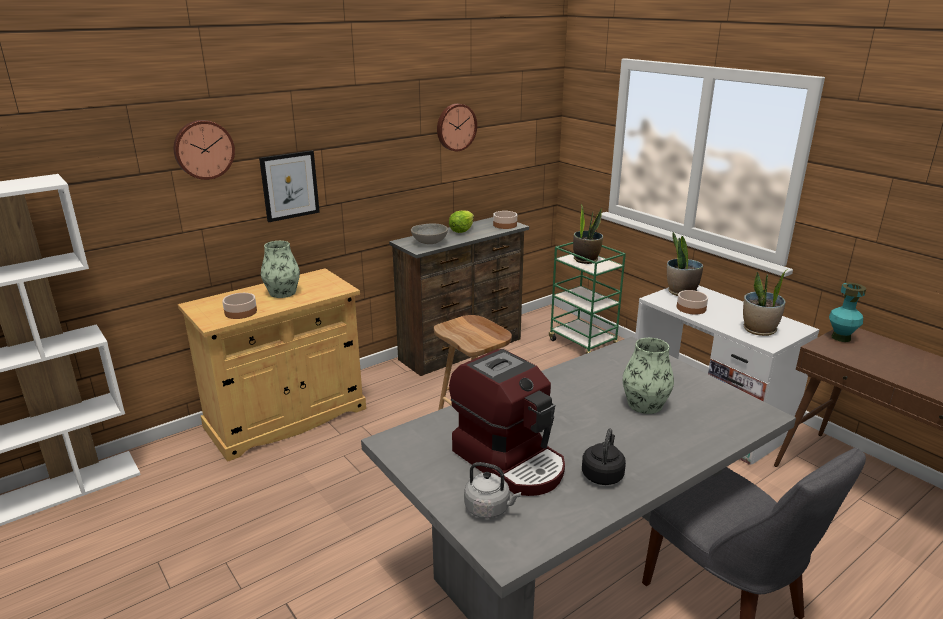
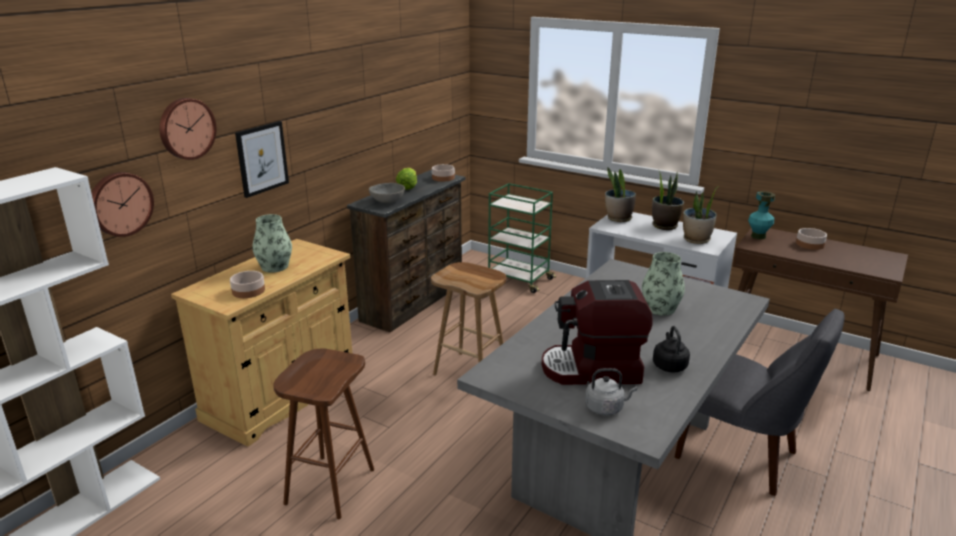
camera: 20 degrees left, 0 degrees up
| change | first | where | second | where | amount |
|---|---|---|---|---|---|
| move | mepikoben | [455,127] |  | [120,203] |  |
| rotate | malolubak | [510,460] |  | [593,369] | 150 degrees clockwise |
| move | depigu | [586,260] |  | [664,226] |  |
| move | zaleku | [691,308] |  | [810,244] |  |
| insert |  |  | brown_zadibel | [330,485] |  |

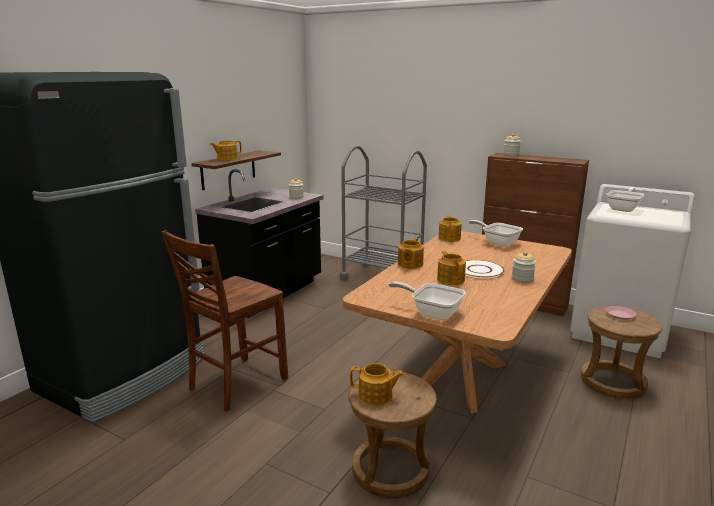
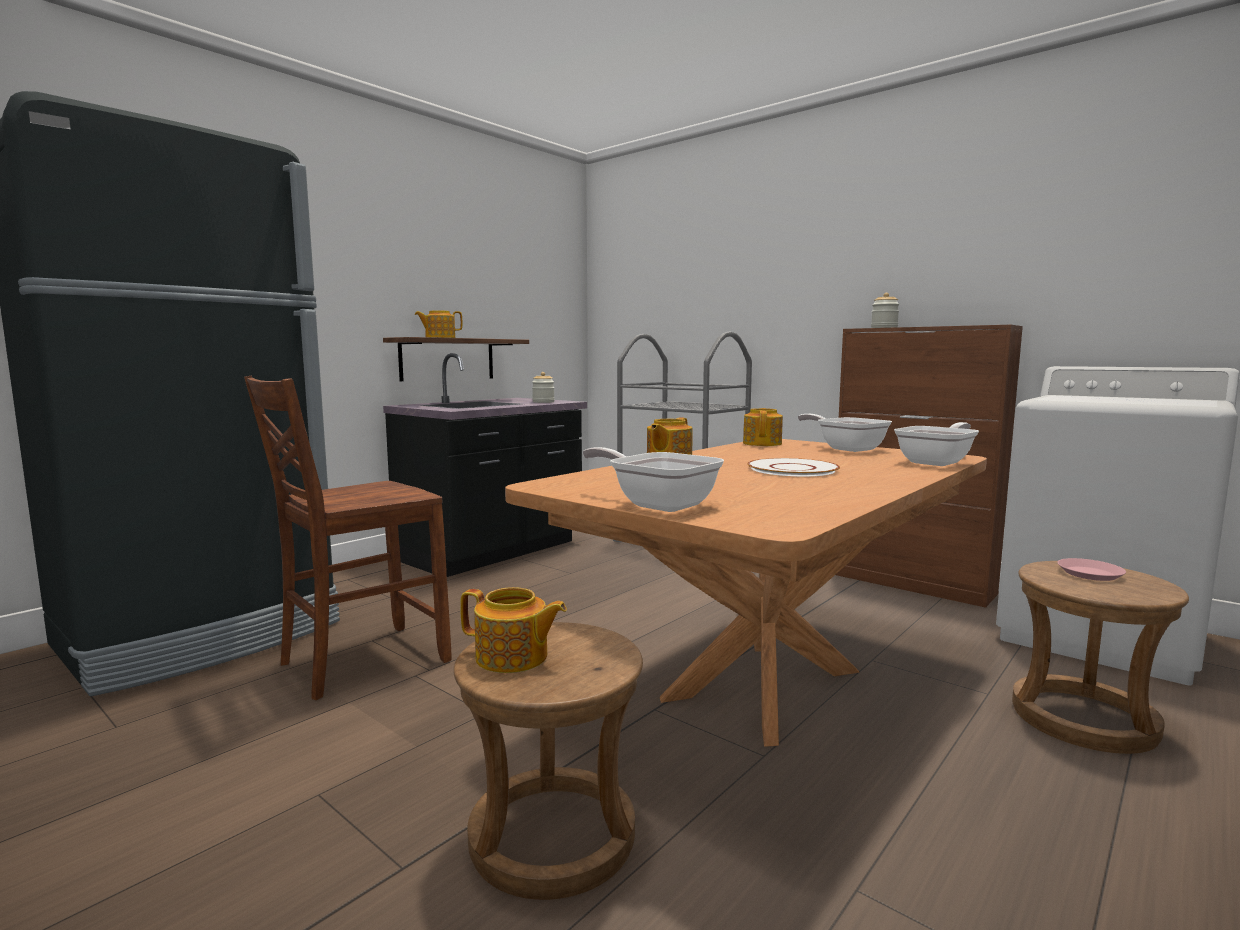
camera: 10 degrees right, 10 degrees down
| change | first | where | second | where | amount |
|---|---|---|---|---|---|
| delete | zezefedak | [451,279] |  |  |  |
| delete | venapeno | [522,279] |  |  |  |
| move | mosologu | [624,209] |  | [938,462] |  |

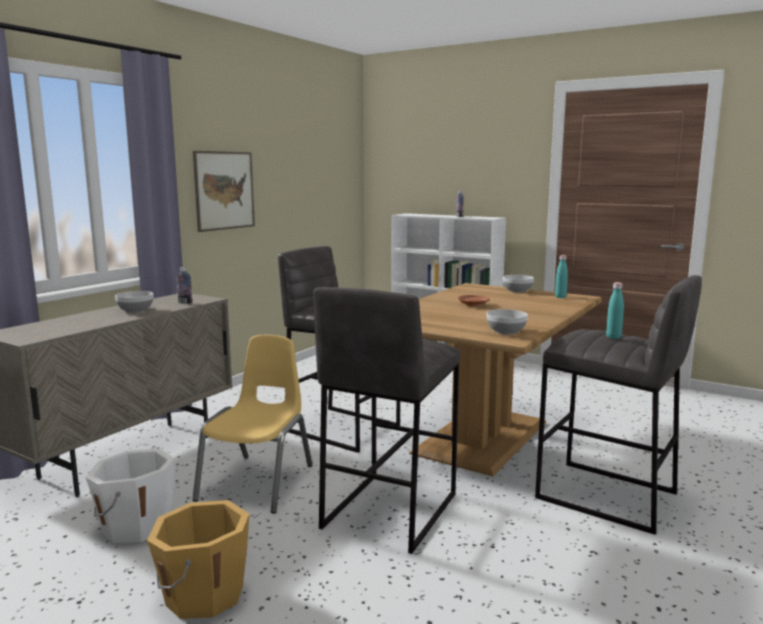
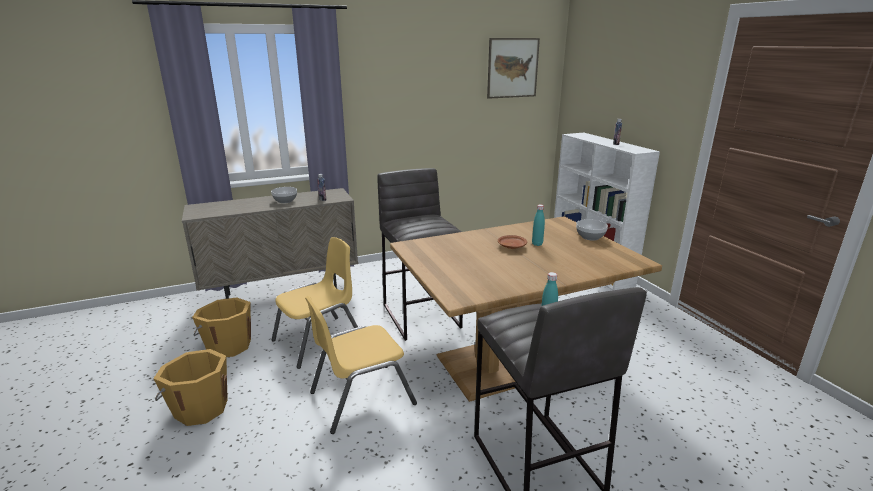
camera: 35 degrees right, 10 degrees up
| change | first | where | second | where | amount |
|---|---|---|---|---|---|
| recolor | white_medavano | [135,526] | orange_medavano | [229,346] |  |
| move | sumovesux | [224,190] |  | [513,68] |  |
| replace | grey_zadibel | [388,510] | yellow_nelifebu | [361,397] |  |
| delete | zaleku | [505,331] |  |  |  |
| move | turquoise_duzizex | [560,297] |  | [537,244] |  |

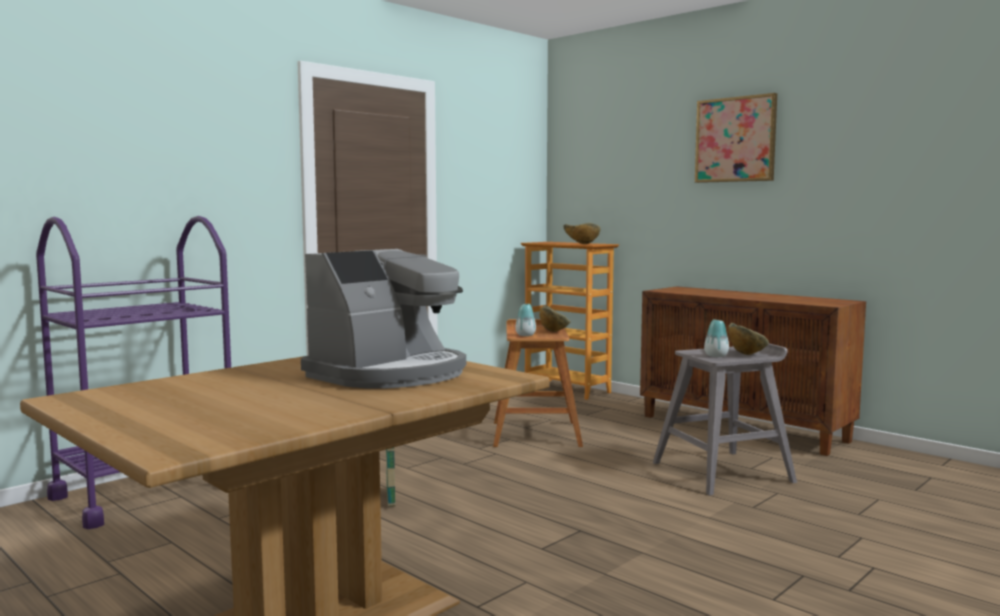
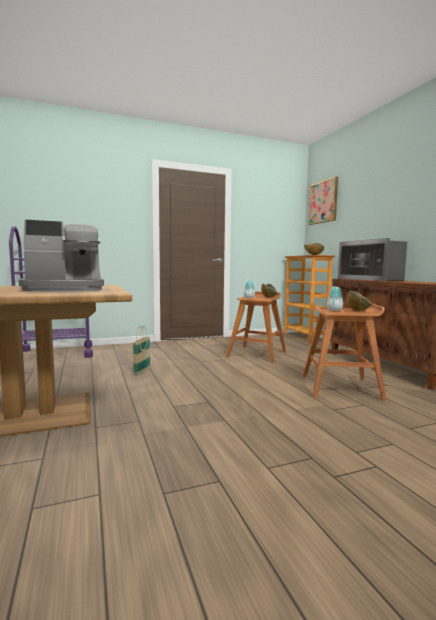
camera: 25 degrees right, 0 degrees up
| change | first | where | second | where | amount |
|---|---|---|---|---|---|
| recolor | grey_zadibel | [723,472] | brown_zadibel | [341,387] |  |
| move | sumovesux | [735,139] |  | [323,202] |  |
| insert |  |  | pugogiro | [371,279] |  |

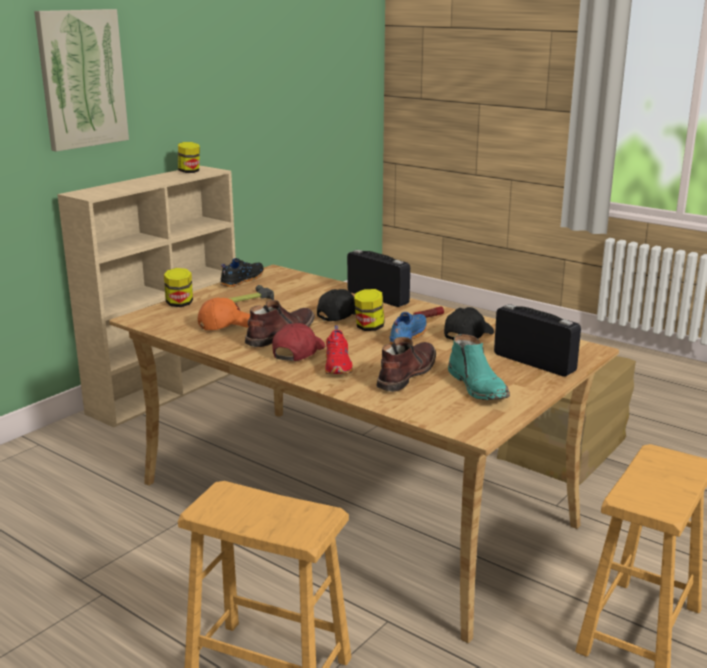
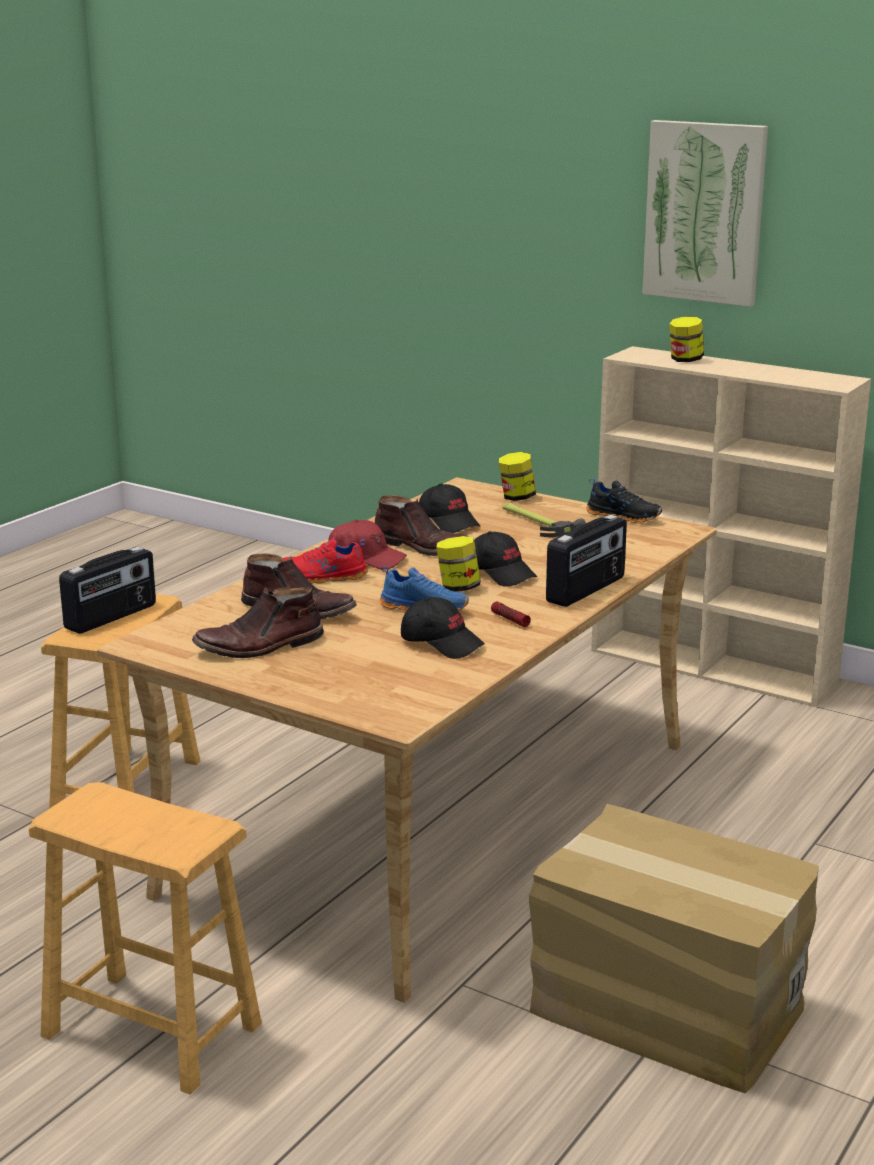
camera: 85 degrees right, 0 degrees up
| change | first | where | second | where | amount |
|---|---|---|---|---|---|
| move | venapeno | [189,172] |  | [685,360] |  |
| recolor | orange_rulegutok | [226,325] | black_rulegutok | [449,522] |  |
| recolor | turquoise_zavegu | [479,387] | brown_zavegu | [260,646] |  |
| move | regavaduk | [534,362] |  | [111,617] |  |

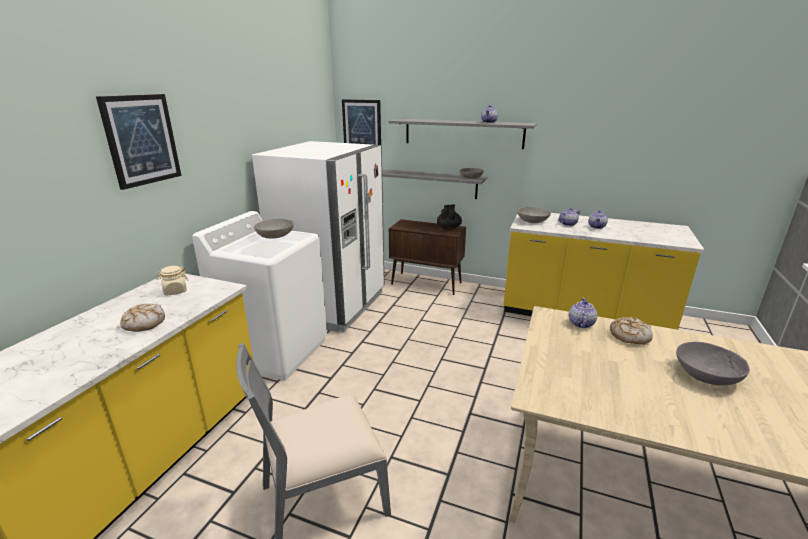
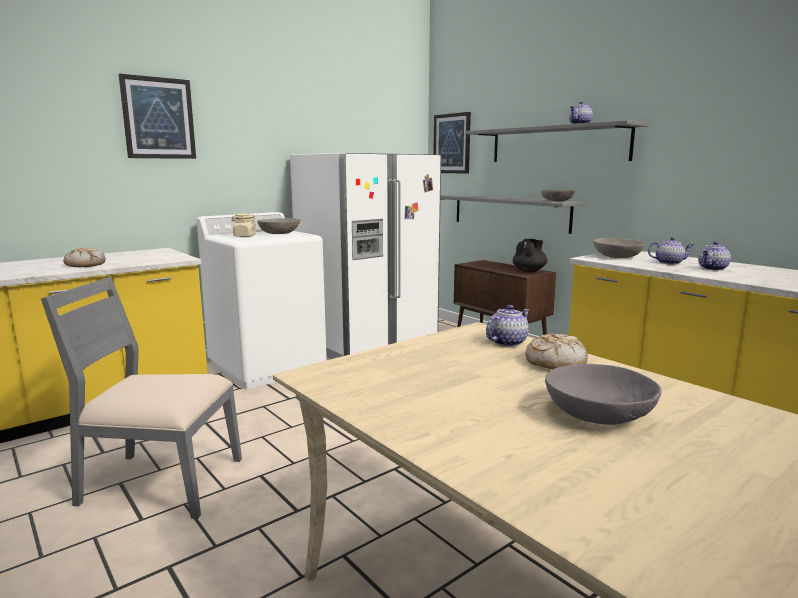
camera: 30 degrees right, 10 degrees down
| change | first | where | second | where | amount |
|---|---|---|---|---|---|
| move | beige_venapeno | [175,291] |  | [244,236] |  |

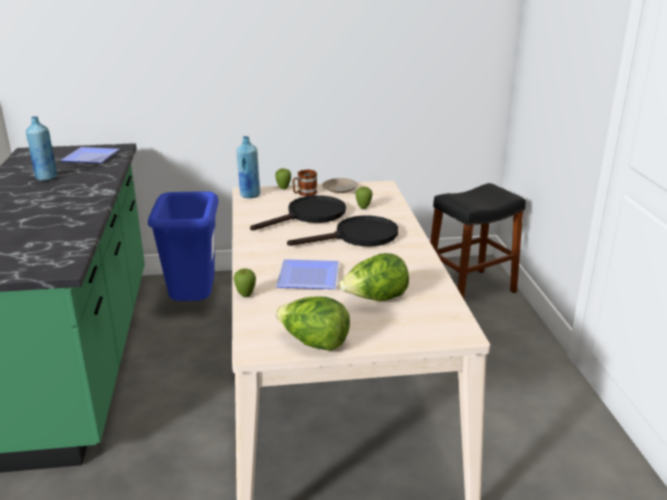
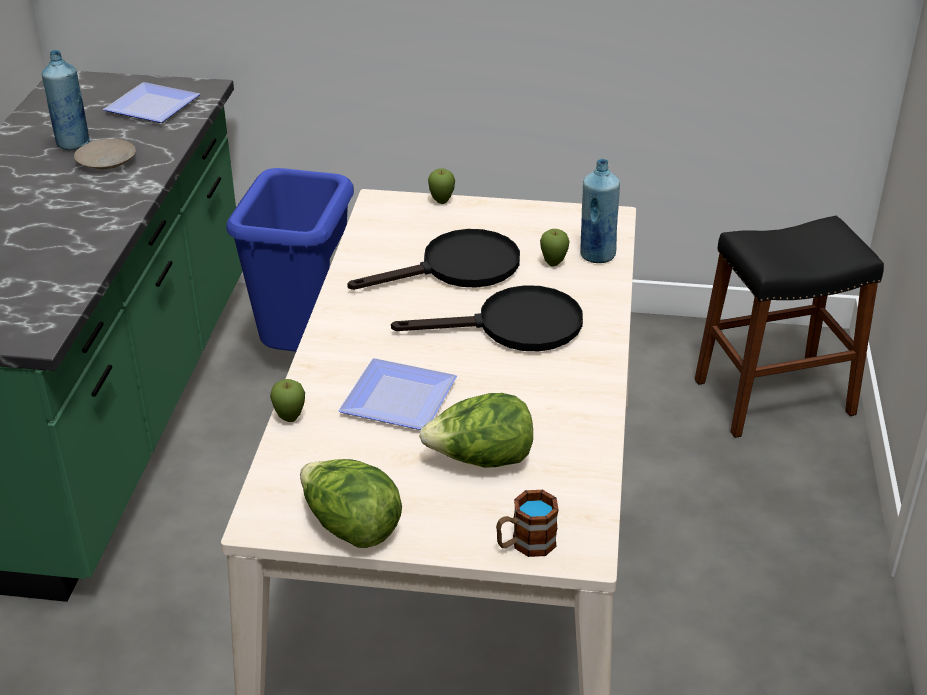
camera: 15 degrees right, 10 degrees up
| change | first | where | second | where | amount |
|---|---|---|---|---|---|
| move | blue_duzizex | [249,195] |  | [597,255] |  |
| move | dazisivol | [304,193] |  | [525,544] |  |
| move | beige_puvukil | [340,189] |  | [107,161] |  |

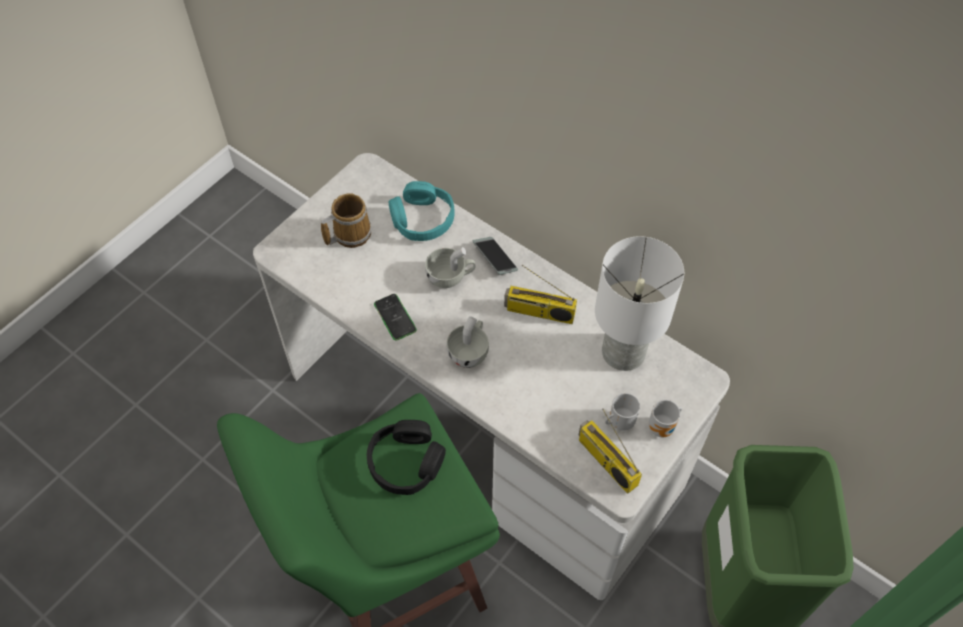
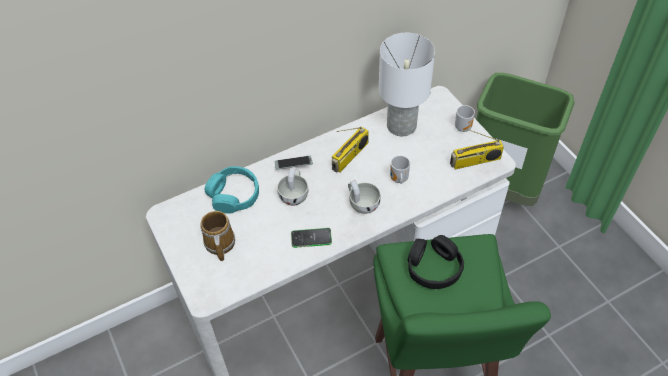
camera: 65 degrees left, 5 degrees down
| change | first | where | second | where | amount |
|---|---|---|---|---|---|
| move | dazisivol | [619,421] |  | [398,180] |  |

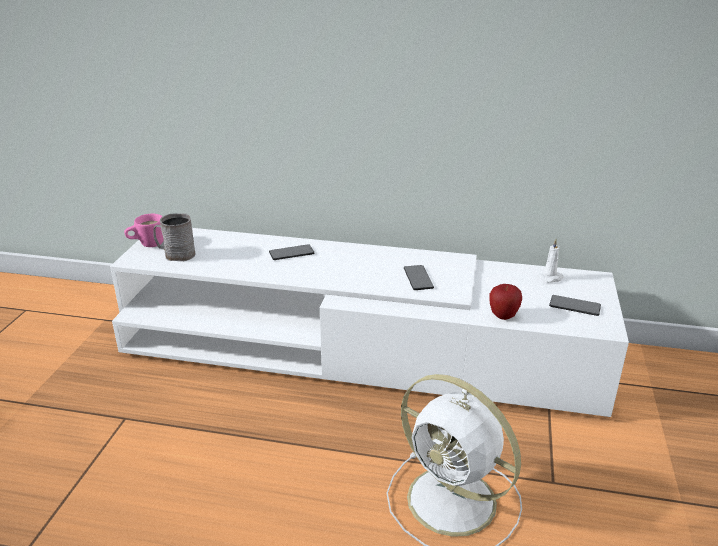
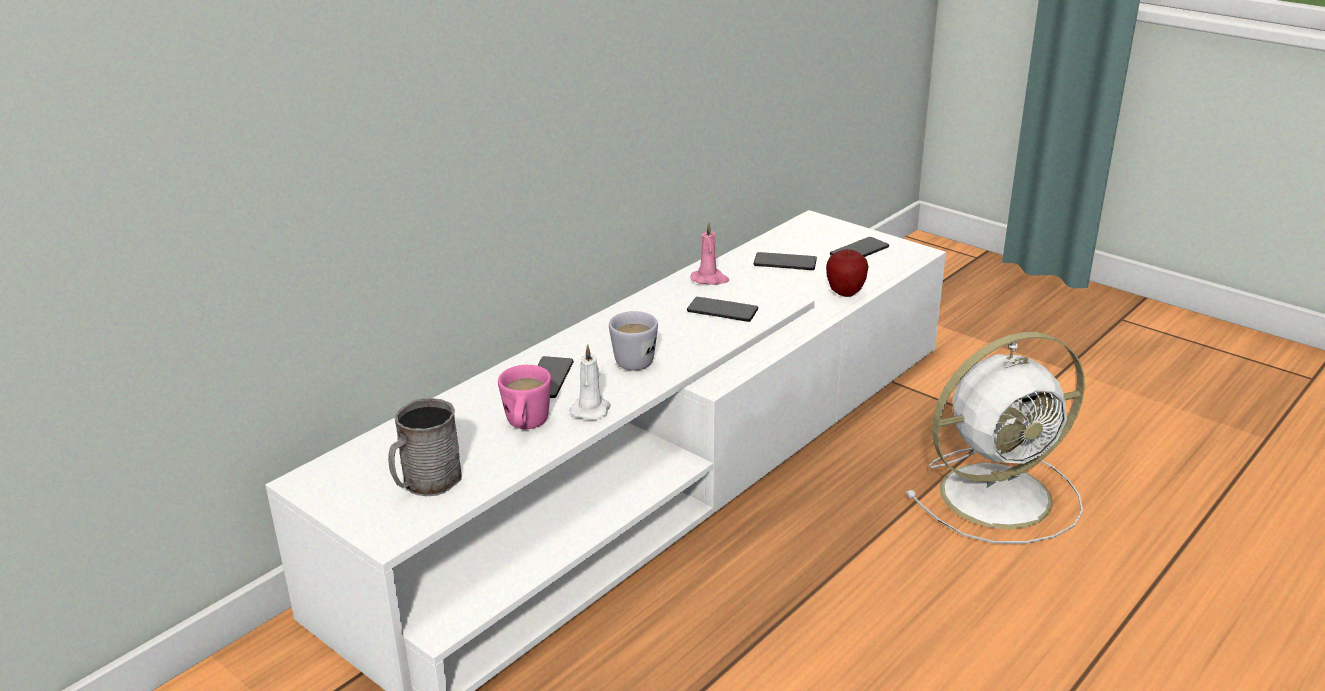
camera: 60 degrees left, 0 degrees up
| change | first | where | second | where | amount |
|---|---|---|---|---|---|
| move | pink_dazisivol | [147,244] |  | [526,426] |  |
| move | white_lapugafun | [550,278] |  | [591,409] |  |
| insert |  |  | white_dazisivol | [633,358] |  |
| insert |  |  | pink_lapugafun | [710,279] |  |
| insert |  |  | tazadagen | [785,263] |  |

